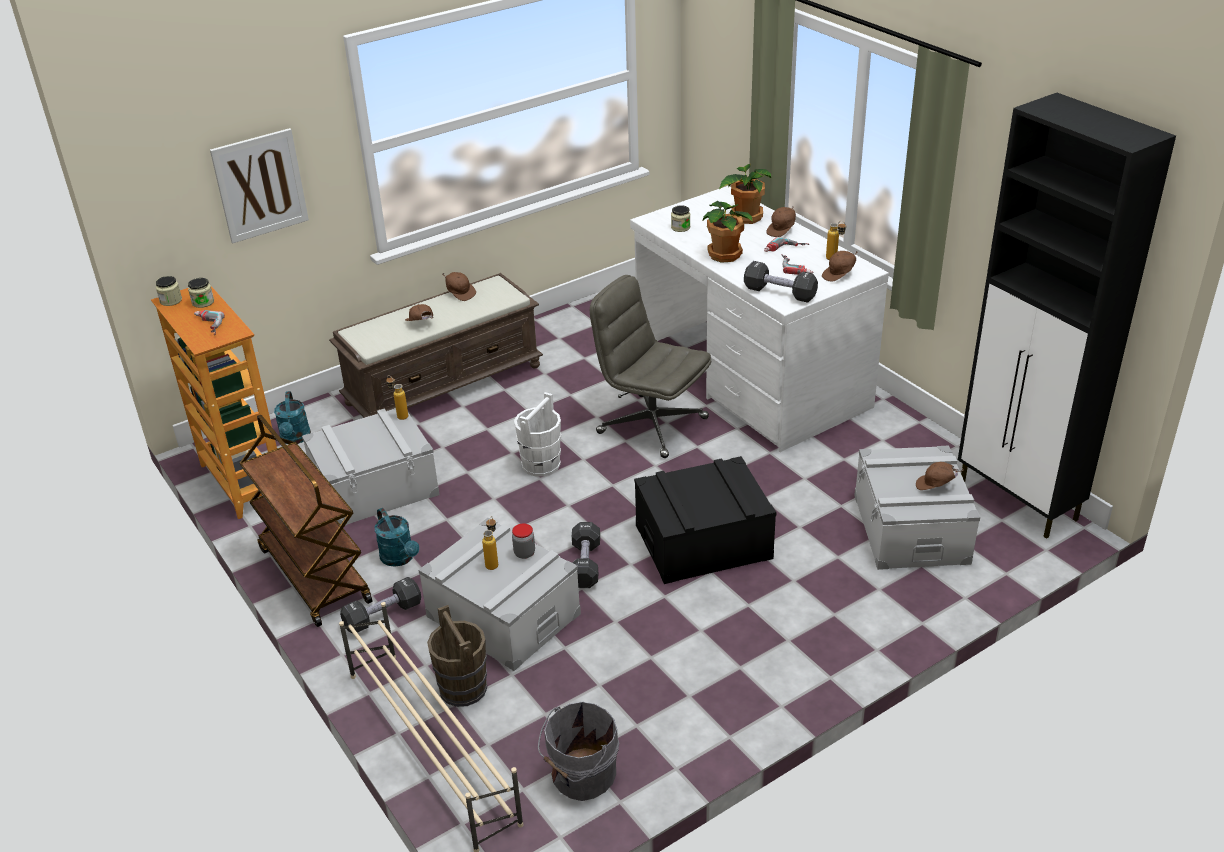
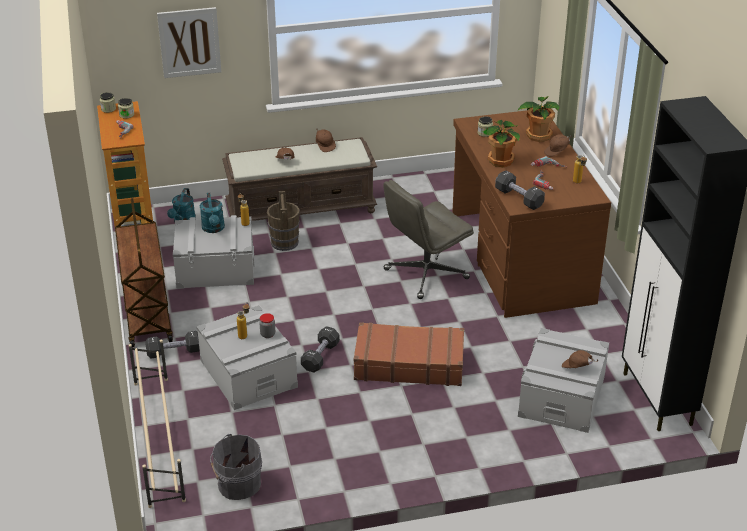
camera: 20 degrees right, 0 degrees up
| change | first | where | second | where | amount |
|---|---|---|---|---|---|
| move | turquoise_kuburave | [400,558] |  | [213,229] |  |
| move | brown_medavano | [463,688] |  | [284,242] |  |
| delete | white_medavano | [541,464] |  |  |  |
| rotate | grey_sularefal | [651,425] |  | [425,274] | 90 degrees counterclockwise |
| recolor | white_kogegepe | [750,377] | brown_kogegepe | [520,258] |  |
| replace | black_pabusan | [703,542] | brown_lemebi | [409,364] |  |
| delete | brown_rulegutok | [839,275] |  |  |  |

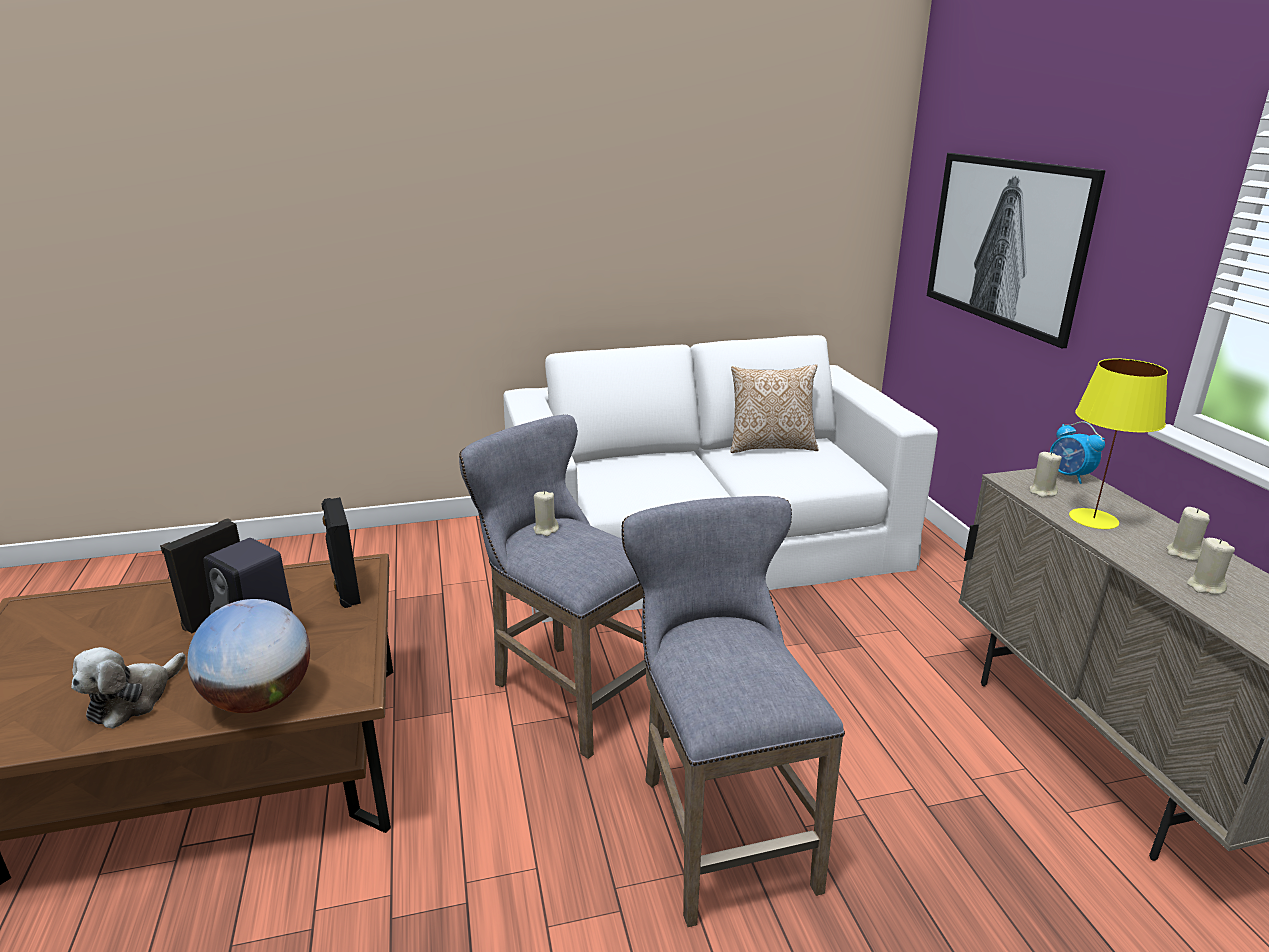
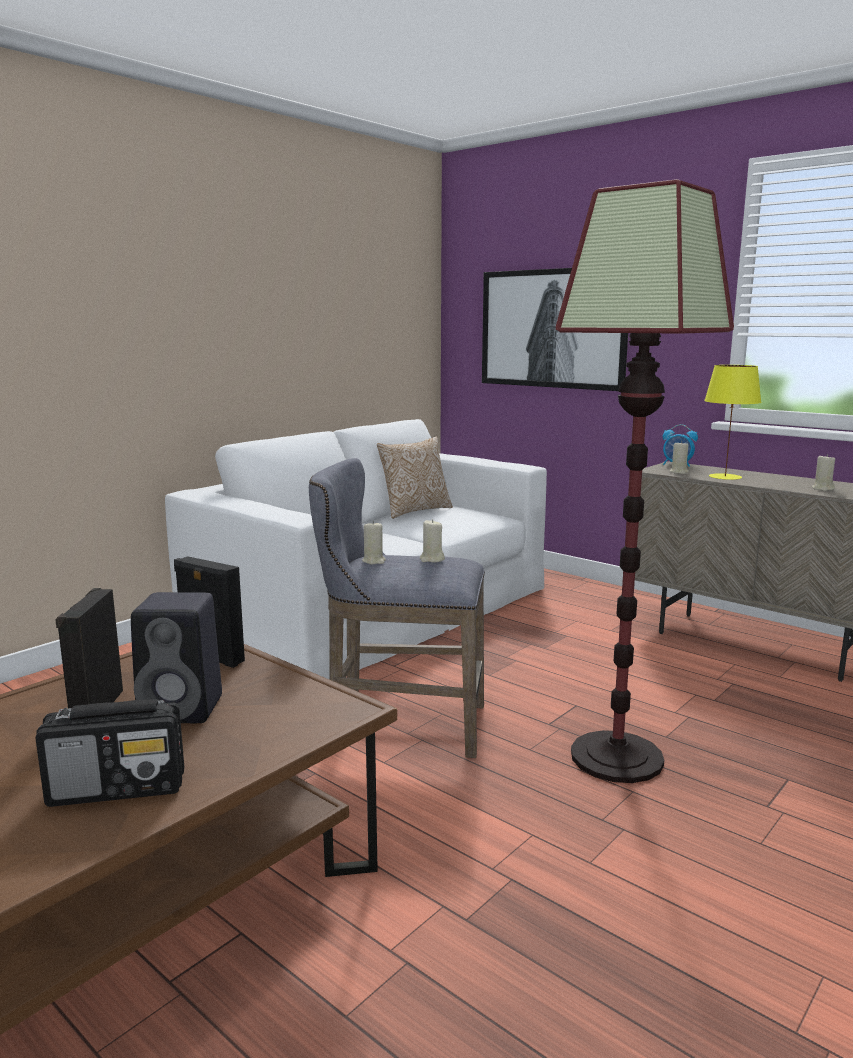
camera: 35 degrees left, 10 degrees down
| change | first | where | second | where | amount |
|---|---|---|---|---|---|
| replace | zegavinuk | [133,699] | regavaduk | [119,788] |  |
| delete | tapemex | [261,699] |  |  |  |
| replace | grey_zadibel | [718,824] | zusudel | [616,757] |  |
| move | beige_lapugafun | [1183,553] |  | [432,559] |  |

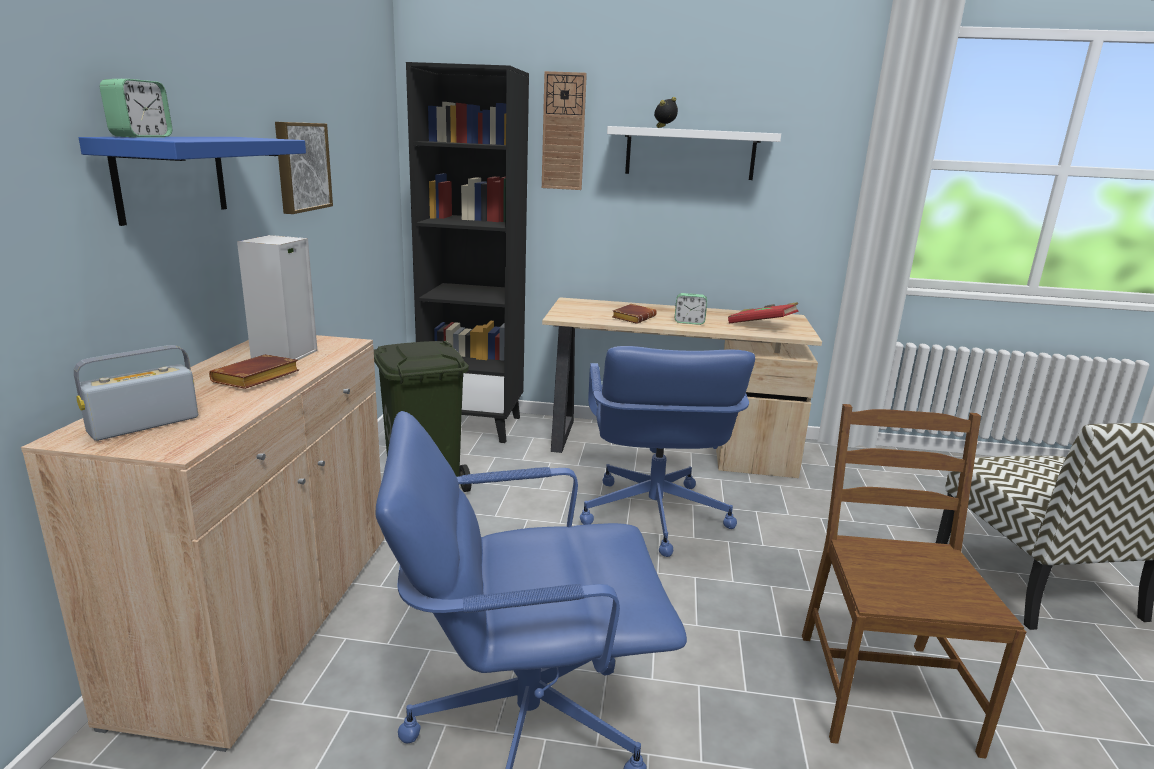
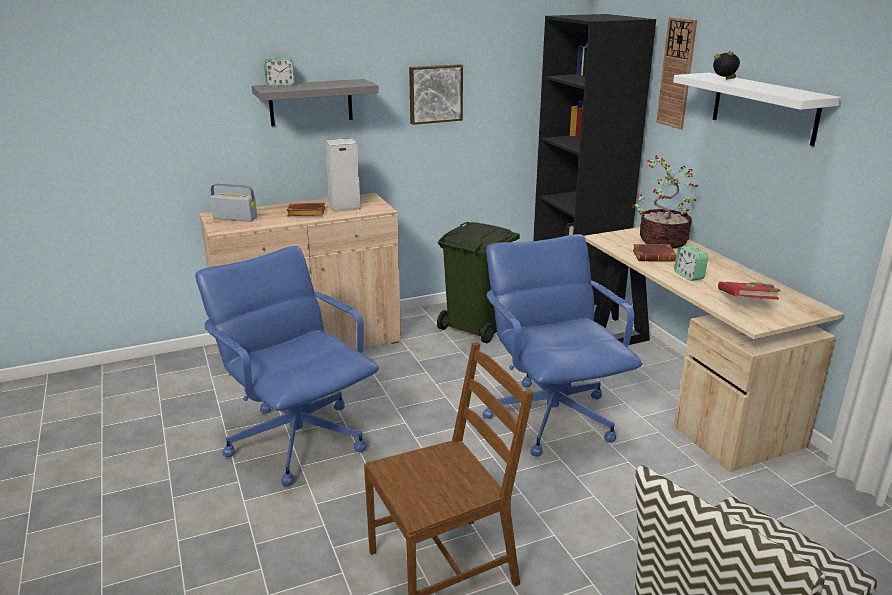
camera: 60 degrees right, 5 degrees up
| change | first | where | second | where | amount |
|---|---|---|---|---|---|
| recolor | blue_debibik | [171,177] | grey_debibik | [311,102] |  |
| rotate | blue_sularefal | [653,516] |  | [551,417] | 105 degrees clockwise |
| insert |  |  | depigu | [661,241] |  |

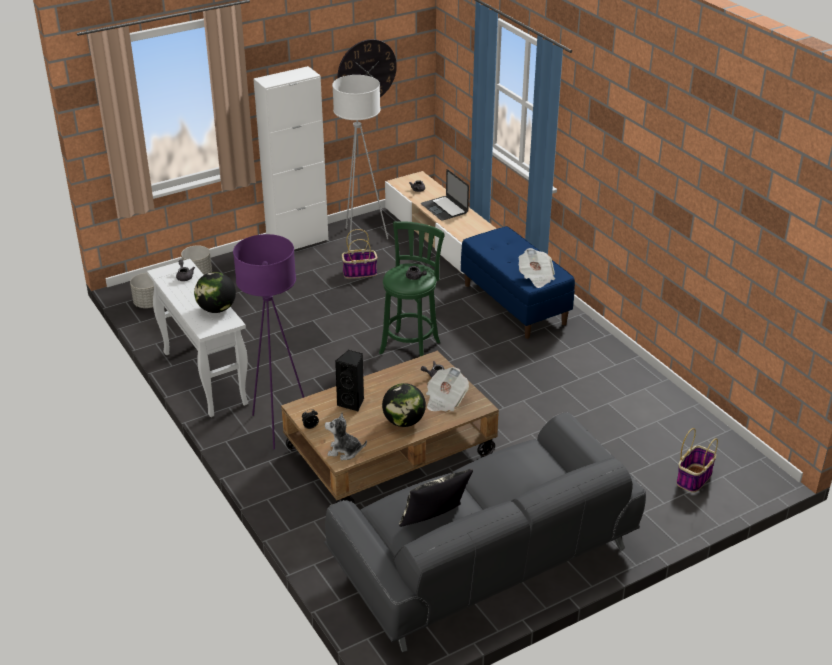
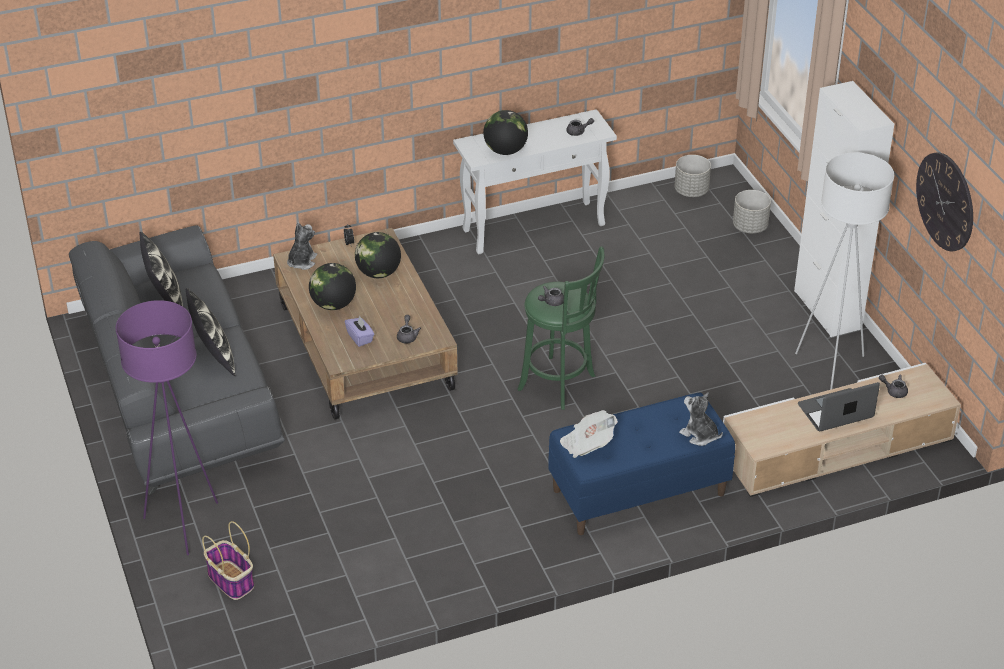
camera: 100 degrees right, 5 degrees up
| change | first | where | second | where | amount |
|---|---|---|---|---|---|
| move | purple_zusudel | [278,427] |  | [184,524] |  |
| replace | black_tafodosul | [352,403] | tapemex | [378,273] |  |
| delete | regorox | [360,272] |  |  |  |
| replace | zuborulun | [445,400] | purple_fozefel | [360,338] |  |
| insert |  |  | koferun | [214,357] |  |
| insert |  |  | zegavinuk | [699,435] |  |

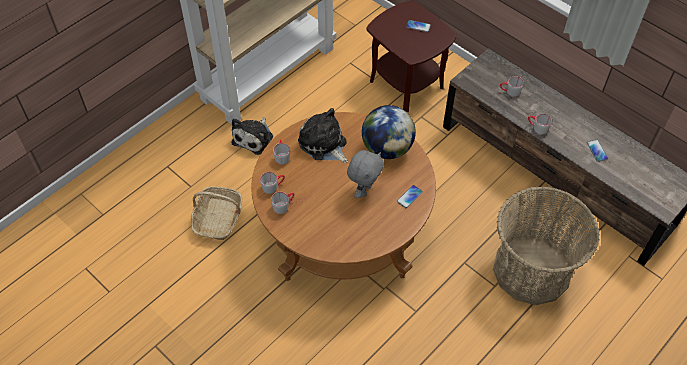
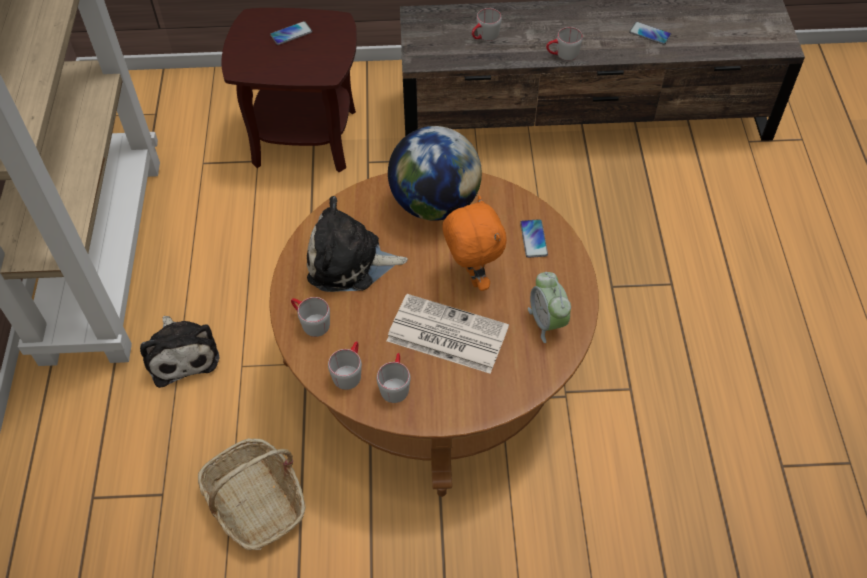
camera: 45 degrees left, 0 degrees up
| change | first | where | second | where | amount |
|---|---|---|---|---|---|
| recolor | grey_zegavinuk | [364,190] | orange_zegavinuk | [471,276] |  |
| delete | regorox | [532,270] |  |  |  |
| insert |  |  | zuborulun | [445,334] |  |
| insert |  |  | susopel | [547,322] |  |

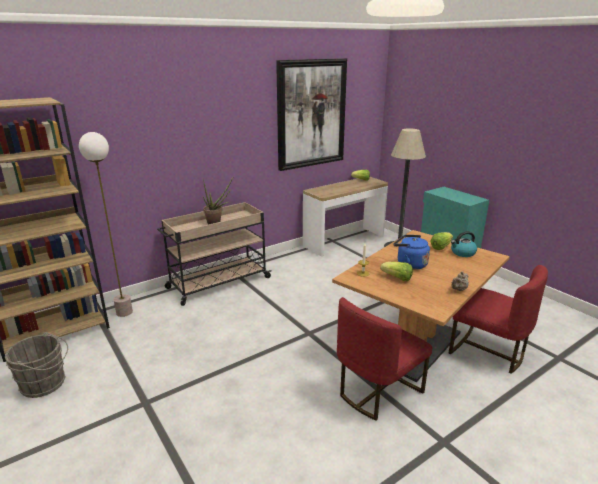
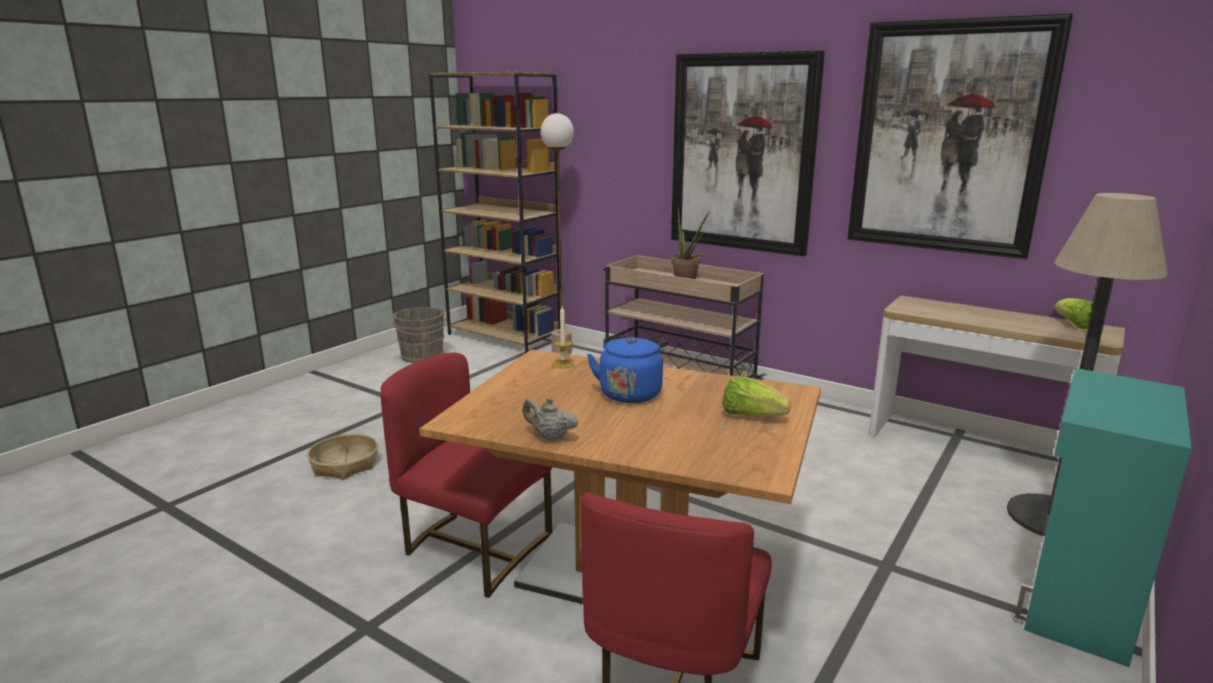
camera: 70 degrees right, 5 degrees down
| change | first | where | second | where | amount |
|---|---|---|---|---|---|
| delete | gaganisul | [397,278] |  |  |  |
| delete | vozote | [462,253] |  |  |  |
| insert |  |  | regorox | [345,465] |  |
| insert |  |  | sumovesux | [742,153] |  |

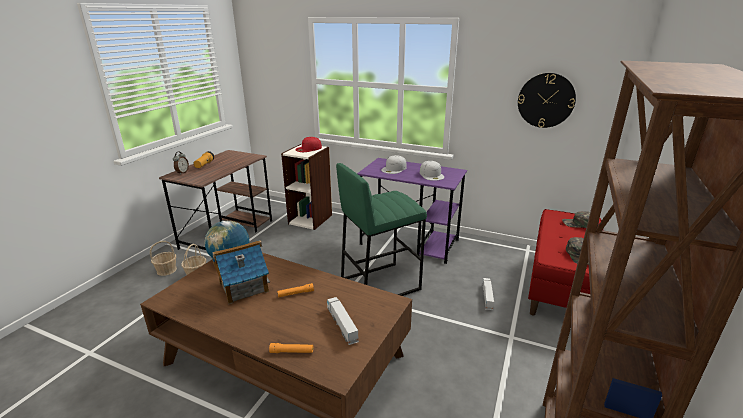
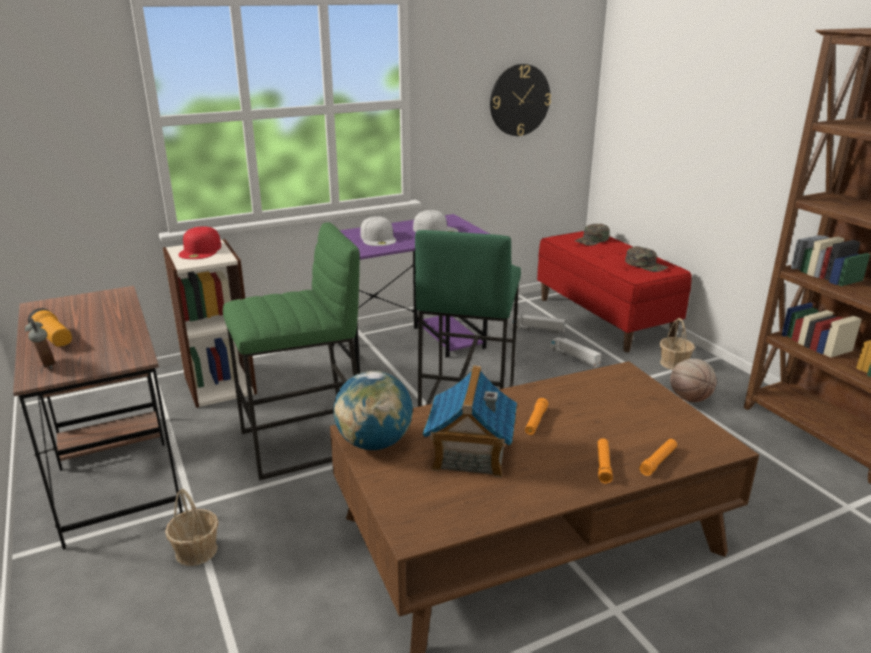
camera: 50 degrees left, 0 degrees up
| change | first | where | second | where | amount |
|---|---|---|---|---|---|
| move | regorox | [167,270] |  | [674,363] |  |
| move | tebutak | [342,325] |  | [538,330] |  |
| insert |  |  | green_zadibel | [303,443] |  |
| insert |  |  | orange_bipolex | [603,465] |  |
| insert |  |  | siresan | [690,398] |  |

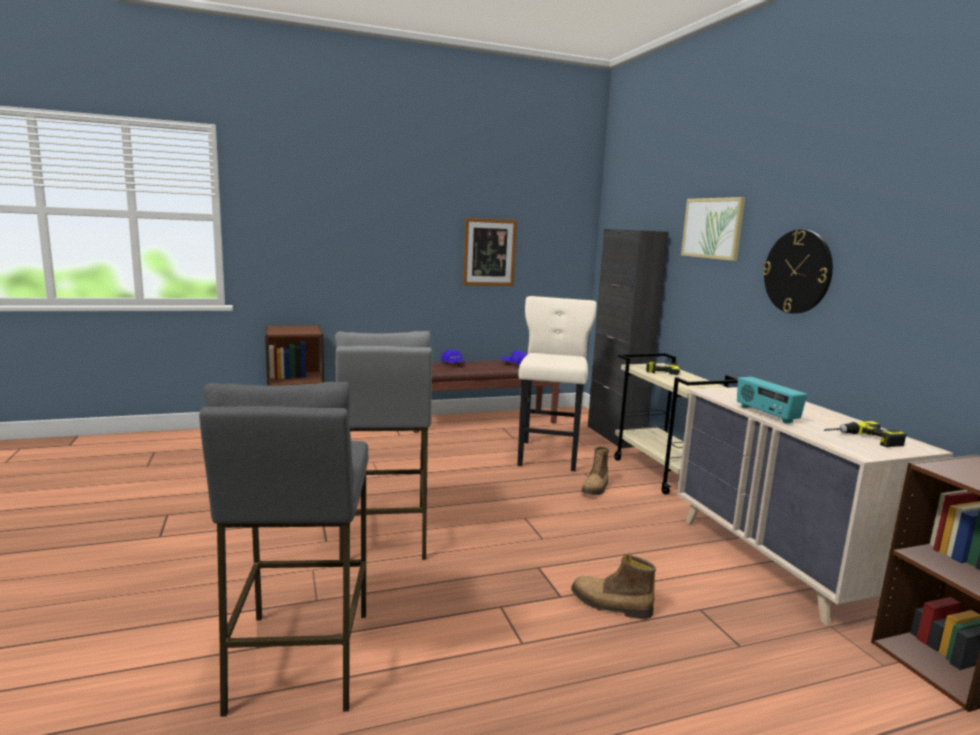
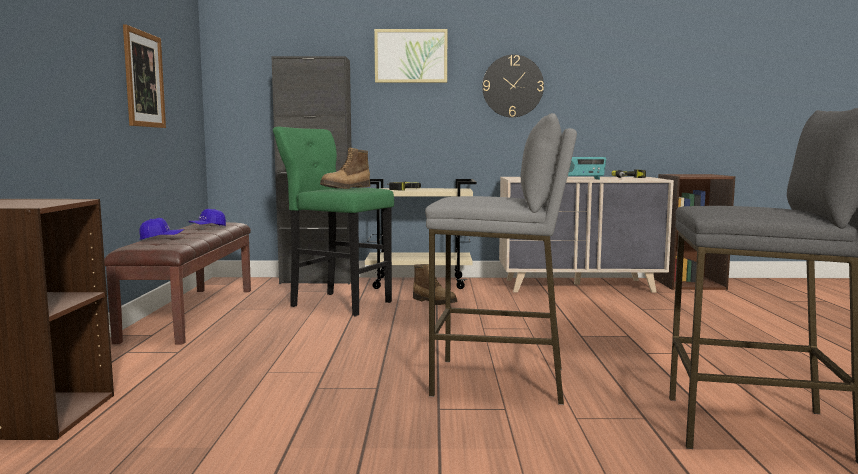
camera: 70 degrees left, 5 degrees down
| change | first | where | second | where | amount |
|---|---|---|---|---|---|
| recolor | beige_zadibel | [549,454] | green_zadibel | [337,303] |  |
| move | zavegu | [610,605] |  | [346,188] |  |

